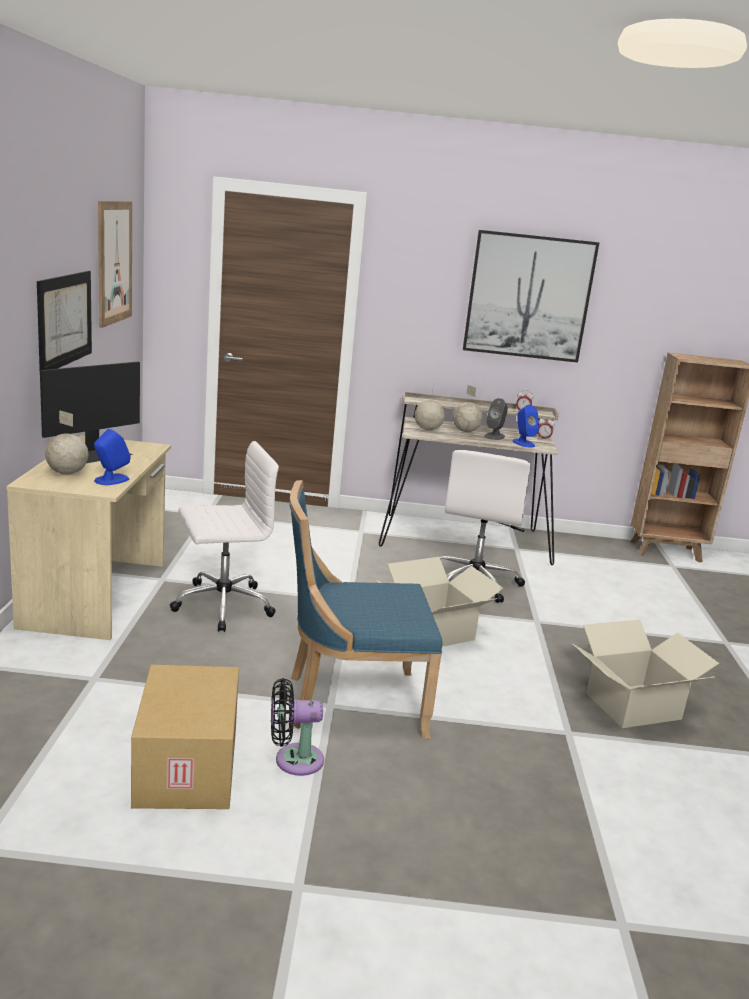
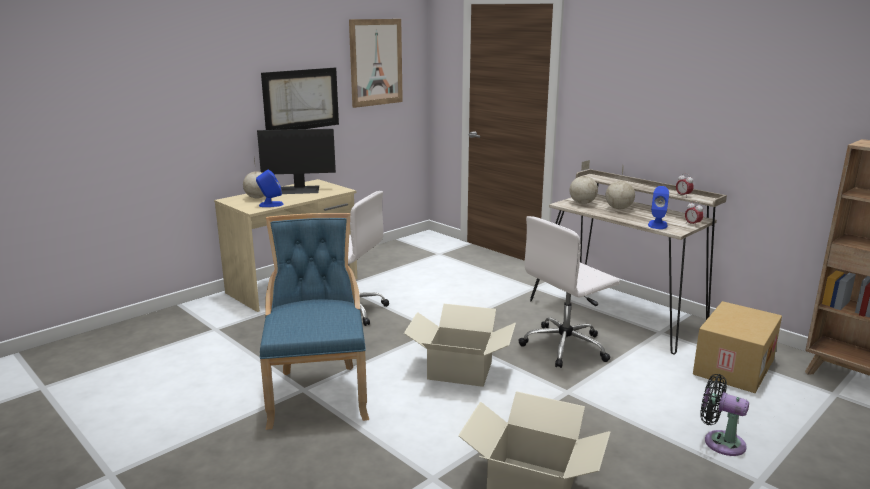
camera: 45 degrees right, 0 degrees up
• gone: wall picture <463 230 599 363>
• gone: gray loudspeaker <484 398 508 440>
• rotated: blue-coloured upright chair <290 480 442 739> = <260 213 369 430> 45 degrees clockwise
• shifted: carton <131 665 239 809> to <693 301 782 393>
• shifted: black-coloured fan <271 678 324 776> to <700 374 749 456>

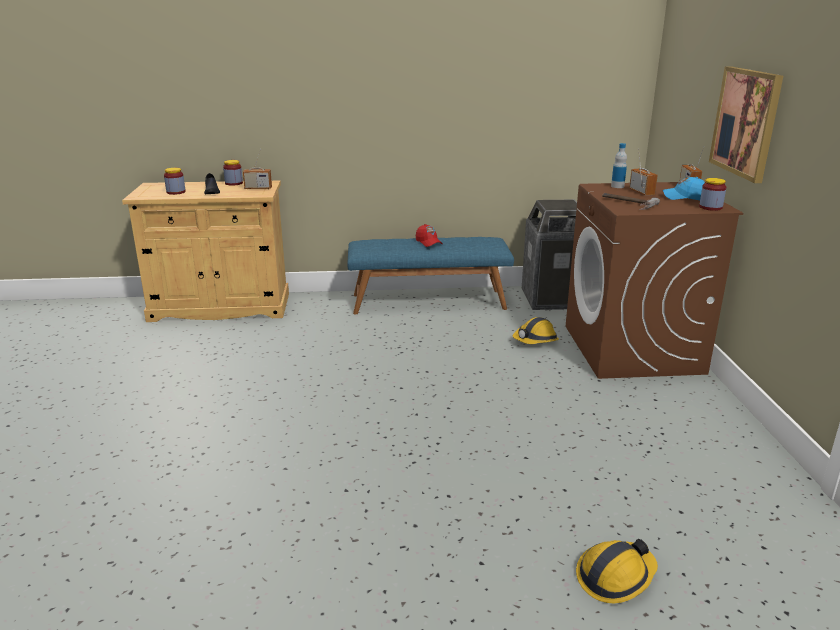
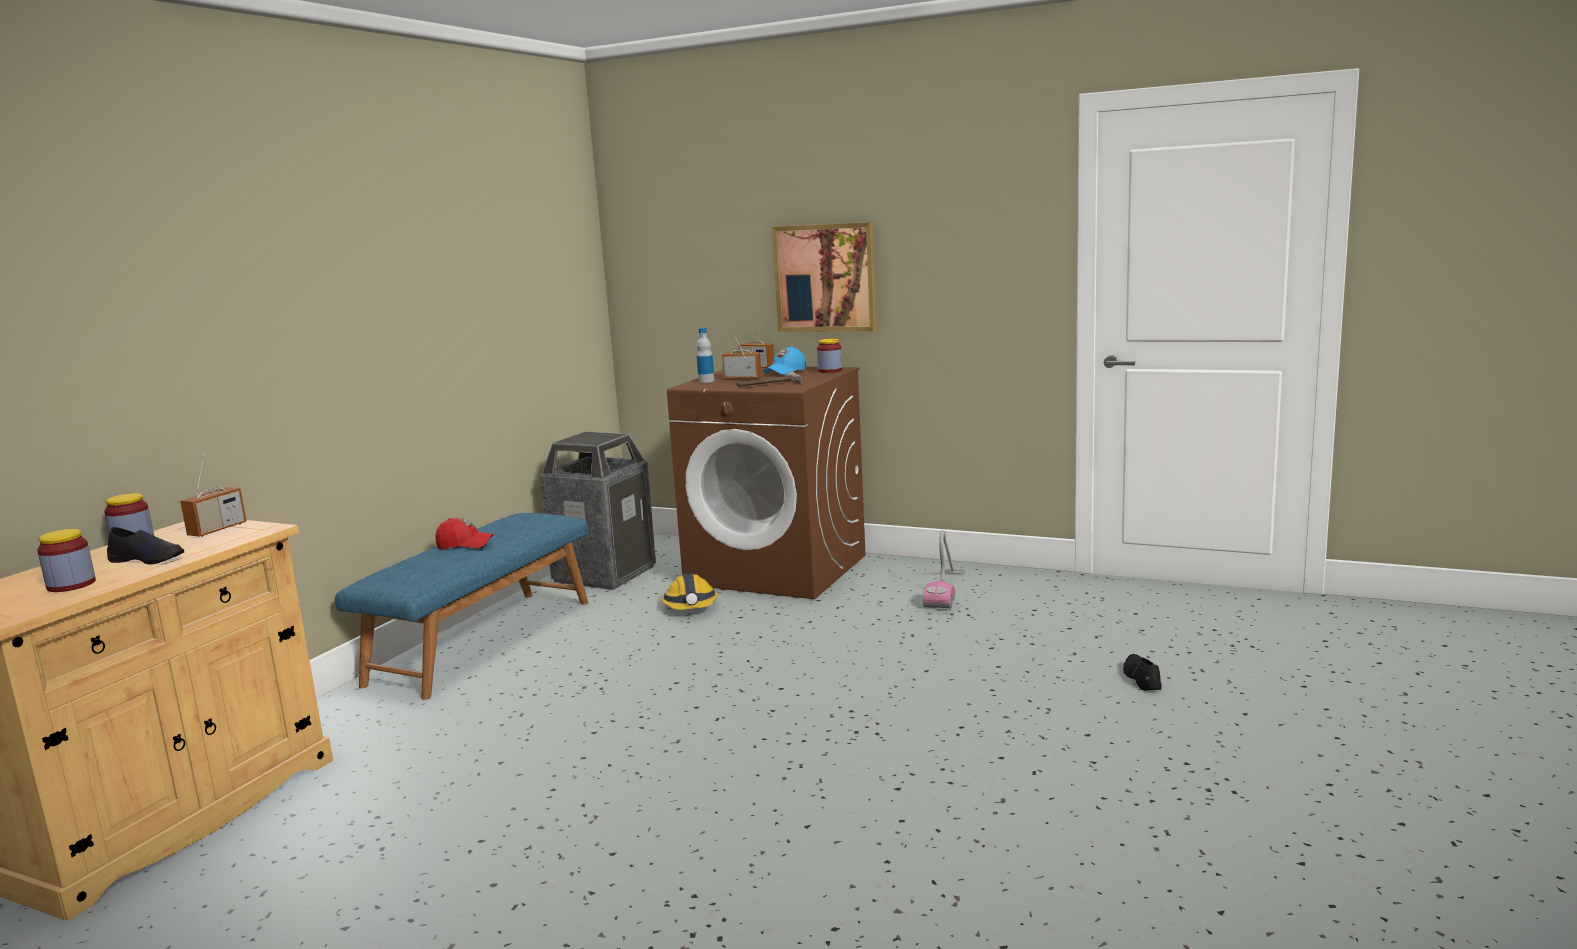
camera: 60 degrees left, 10 degrees down
• swapped: safety helmet <576 539 658 603> to black-coloured low shoe <1123 654 1162 691>
• new: hoover <923 530 965 609>

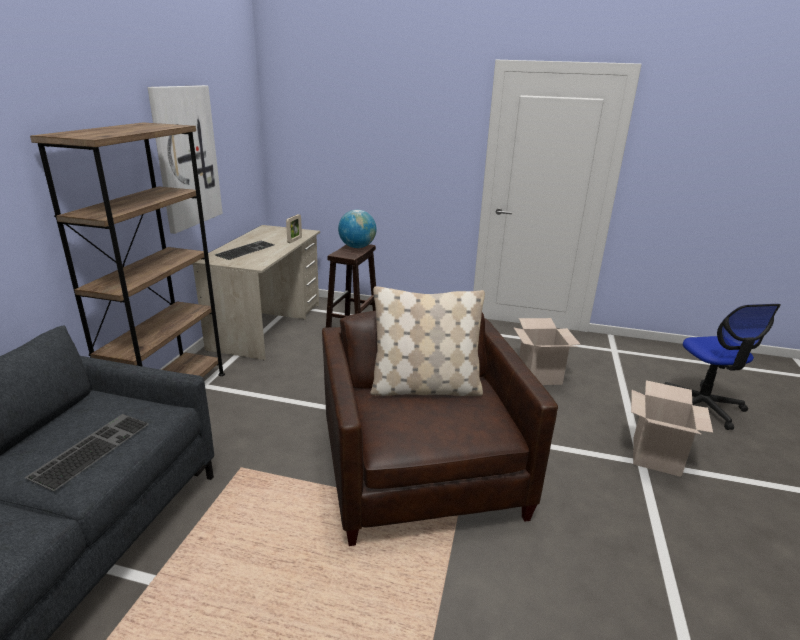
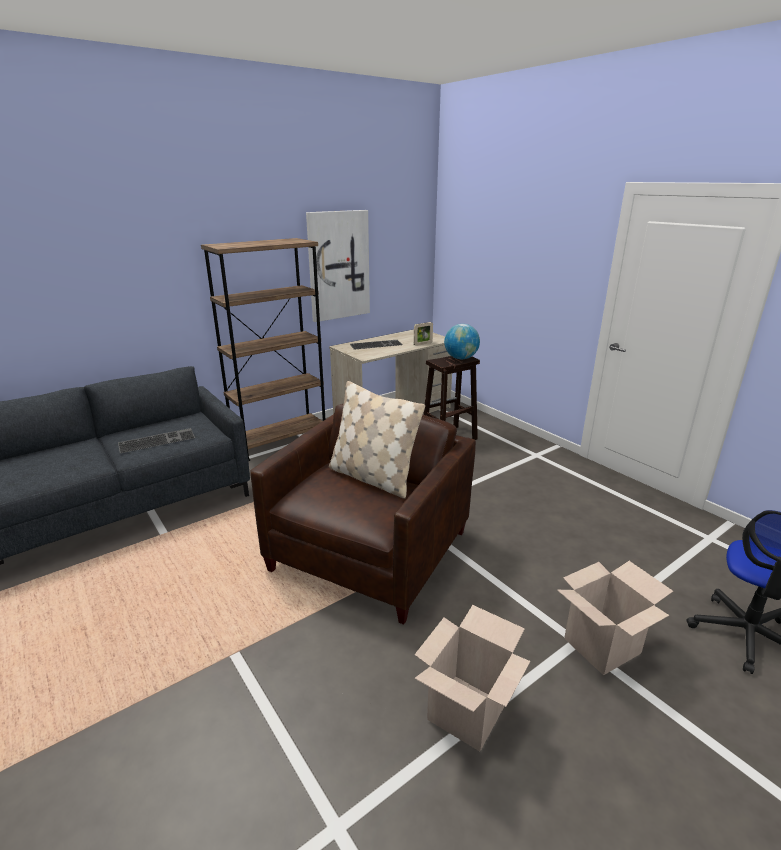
camera: 40 degrees right, 0 degrees up
• shifted: carton <513 318 580 385> to <414 605 530 751>

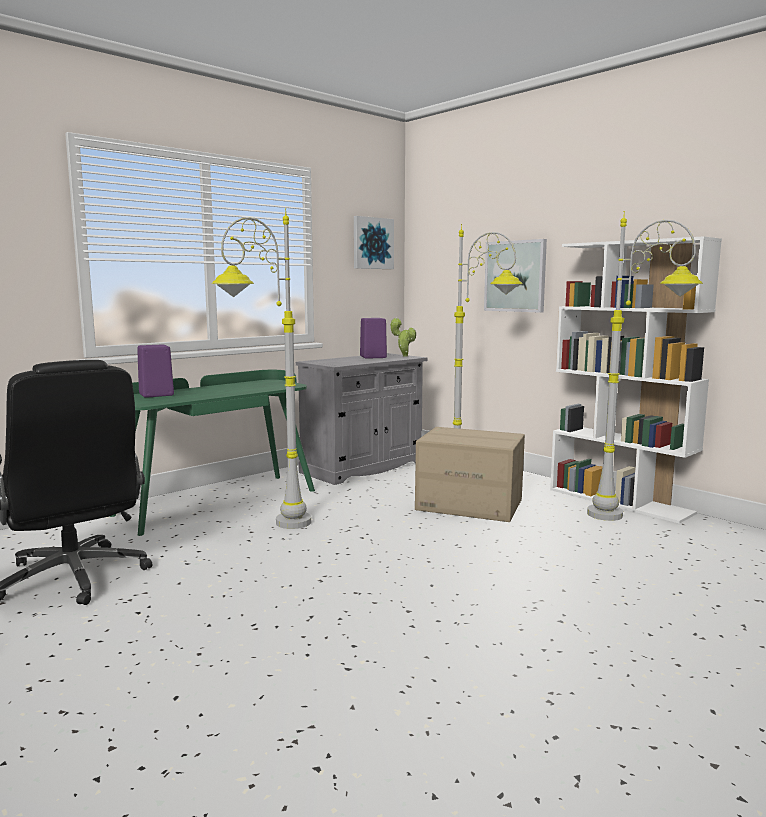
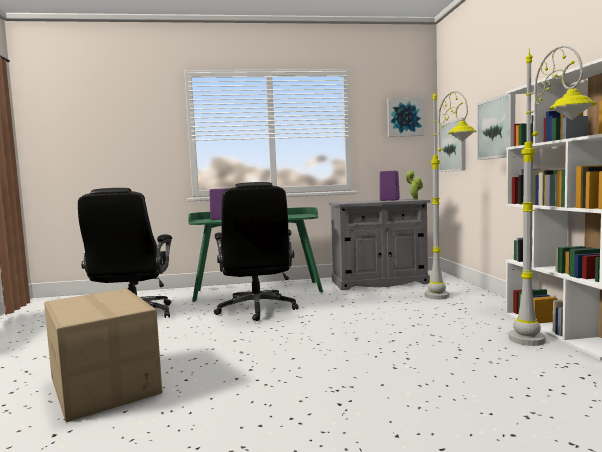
camera: 35 degrees right, 5 degrees down
• swapped: gray standard lamp <212 208 311 529> to black-coloured computer chair <214 182 299 321>
• shifted: carton <415 427 525 522> to <44 288 162 422>
• new: wall picture <438 118 466 172>

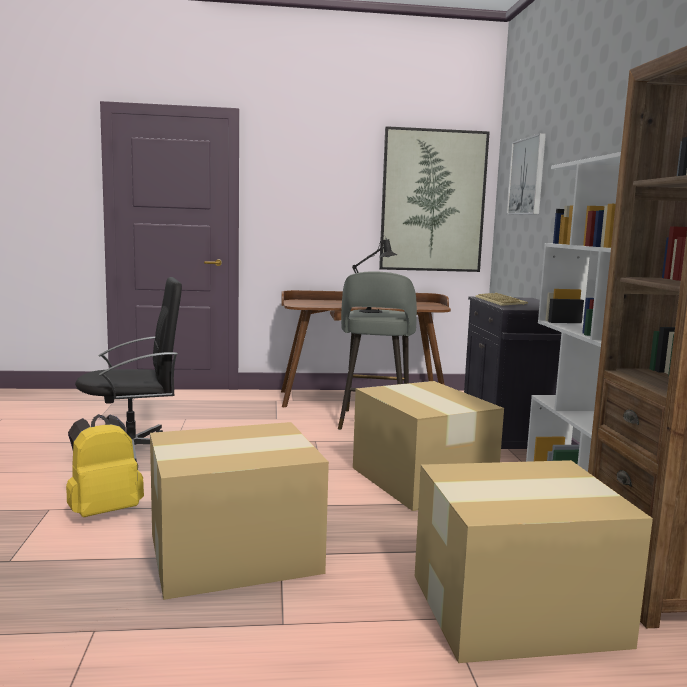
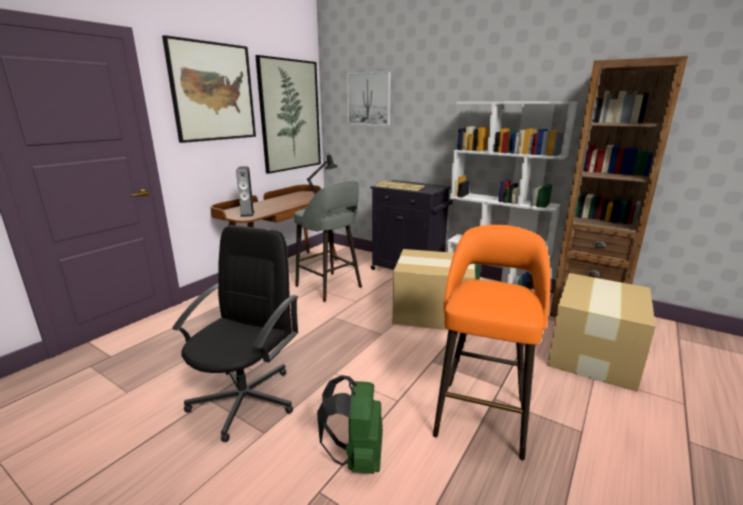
camera: 50 degrees left, 10 degrees up
• repainted: yellow backpack <66 414 144 517> to greenish backpack <317 375 383 474>
• swapped: carton <150 422 329 600> to orange-coloured stool <433 225 550 460>
• new: wall picture <162 35 256 143>
• new: loudspeaker <236 166 255 217>

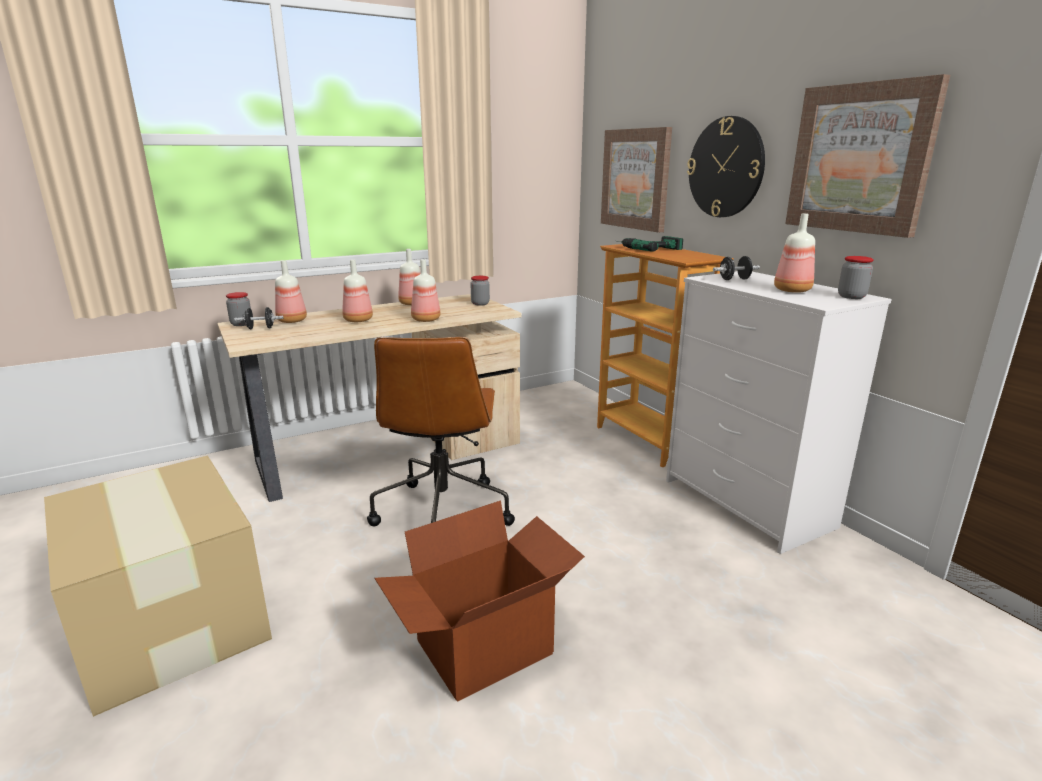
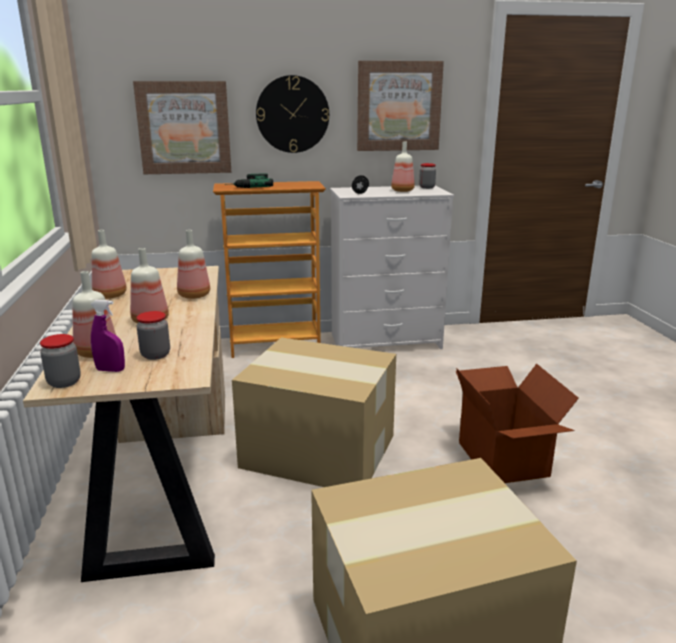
camera: 70 degrees left, 0 degrees up
• shifted: preserve jar <470 276 490 306> to <137 311 170 360>
• swapped: black-coloured free weight <234 307 284 329> to purple hand sprayer <90 300 125 372>
• swapped: brown-coloured computer chair <367 337 515 526> to carton <232 338 396 487>

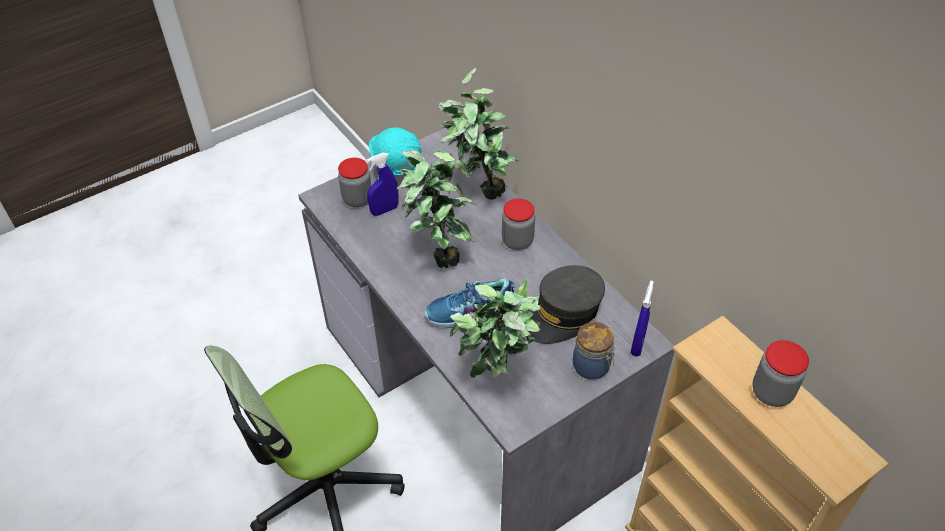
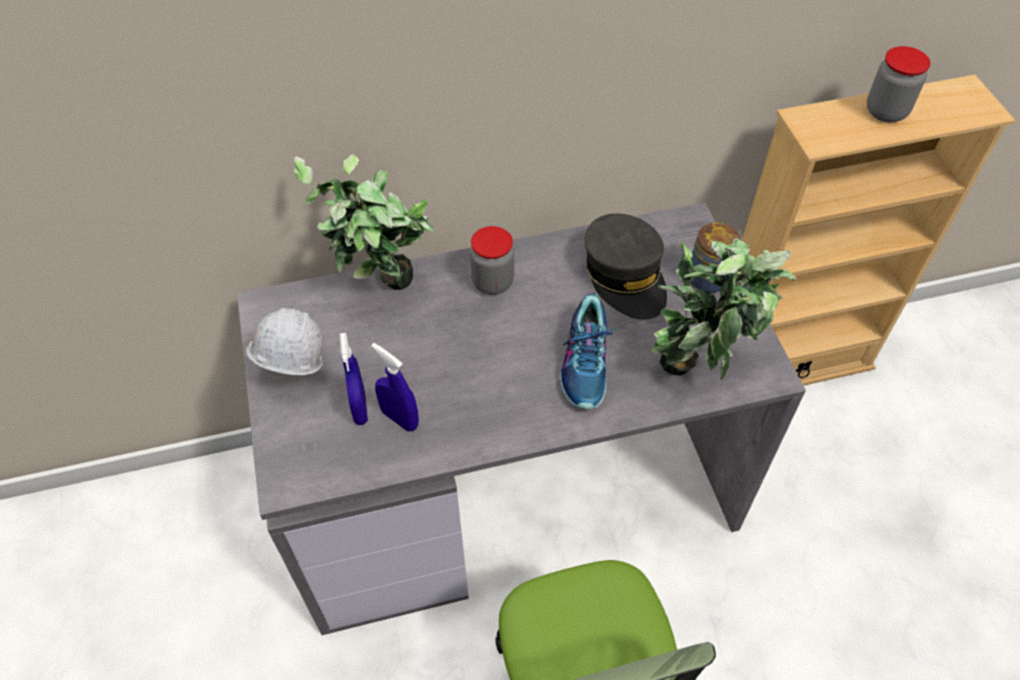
camera: 70 degrees left, 5 degrees up
• repainted: turquoise safety helmet <369 127 422 176> to white-coloured safety helmet <246 308 323 375>
• gone: potted plant <397 131 478 268>
• gone: preserve jar <338 158 371 208>
• shifted: blue-coloured hand sprayer <630 281 654 356> to <371 343 419 432>

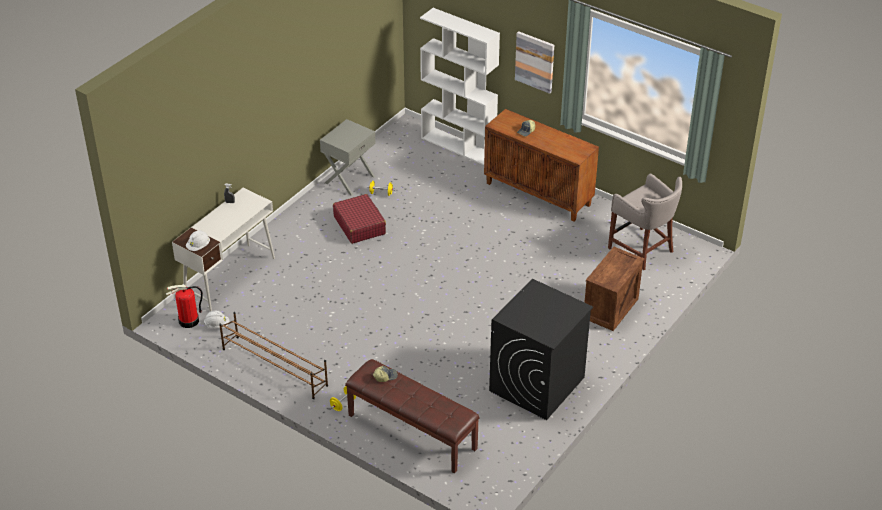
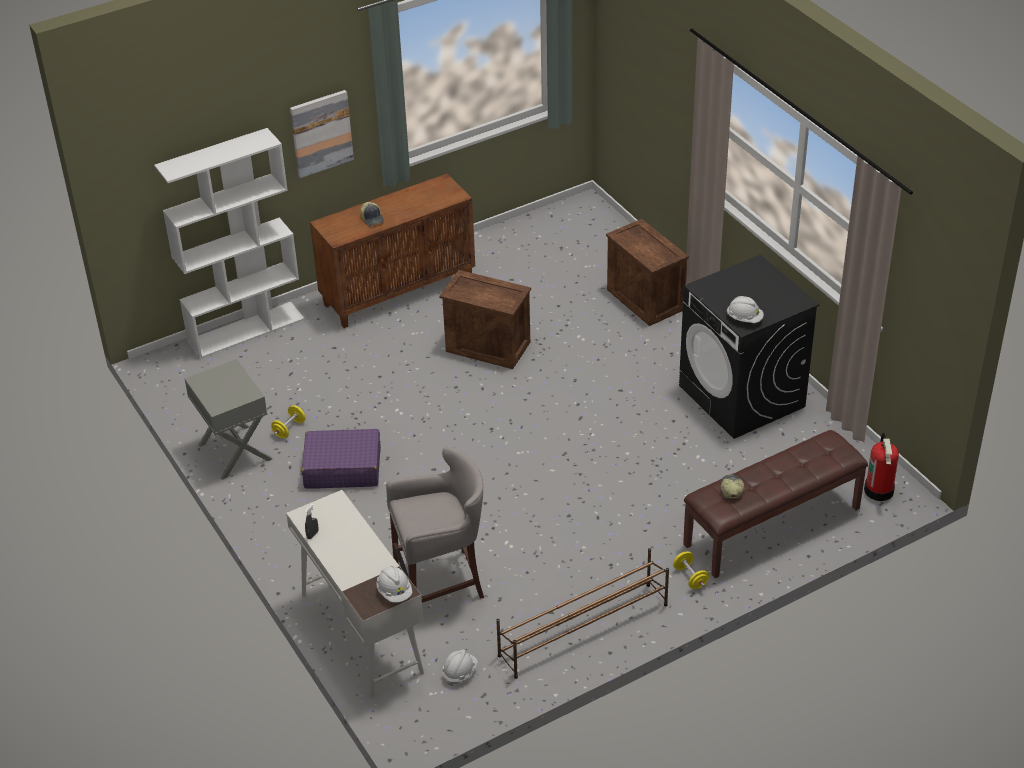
camera: 65 degrees left, 0 degrees up
• shifted: gray stool <608 174 682 270> to <386 446 484 603>
• repainted: red-coloured suitcase <333 194 386 244> to purple suitcase <302 429 381 489>
• shifted: extinguisher <166 285 203 328> to <864 433 899 501>
• new: packing crate <439 270 531 369>
• new: white-coloured safety helmet <726 296 764 323>

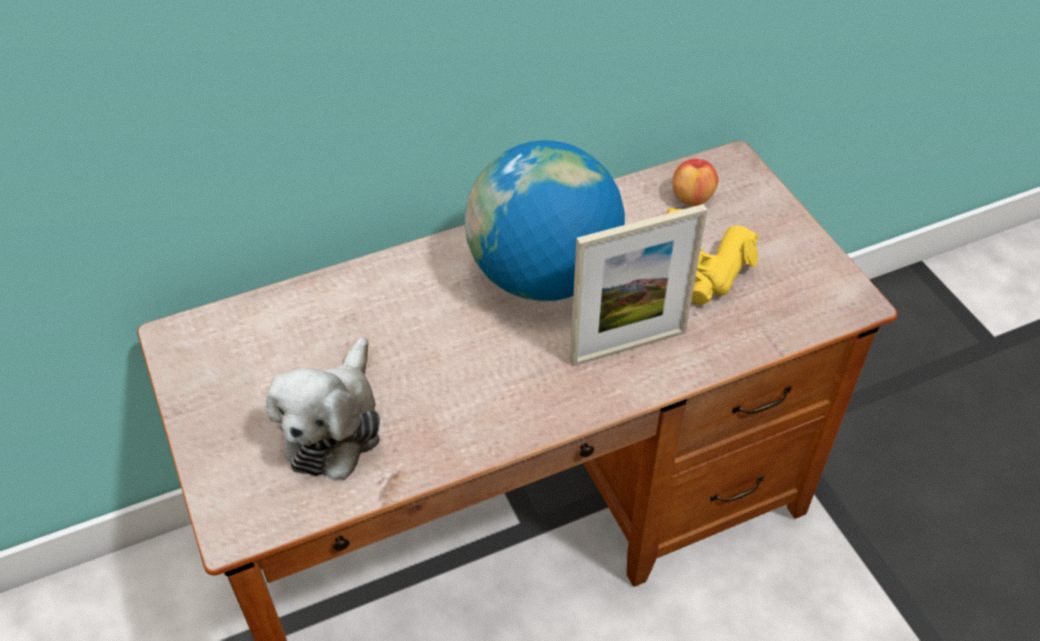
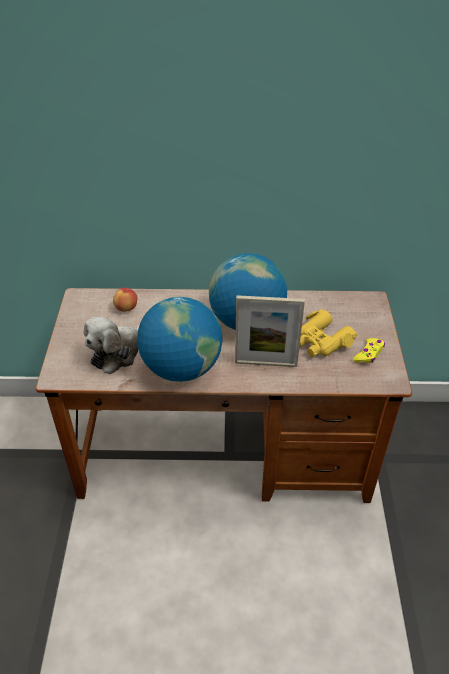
camera: 25 degrees right, 5 degrees down
• shifted: apple <673 159 718 206> to <113 288 137 312>
• new: desk globe <137 297 222 382>
• new: yellow game controller <353 338 385 363>

